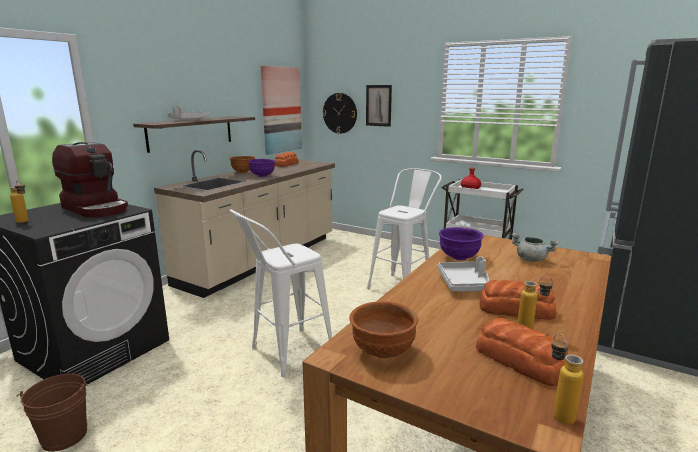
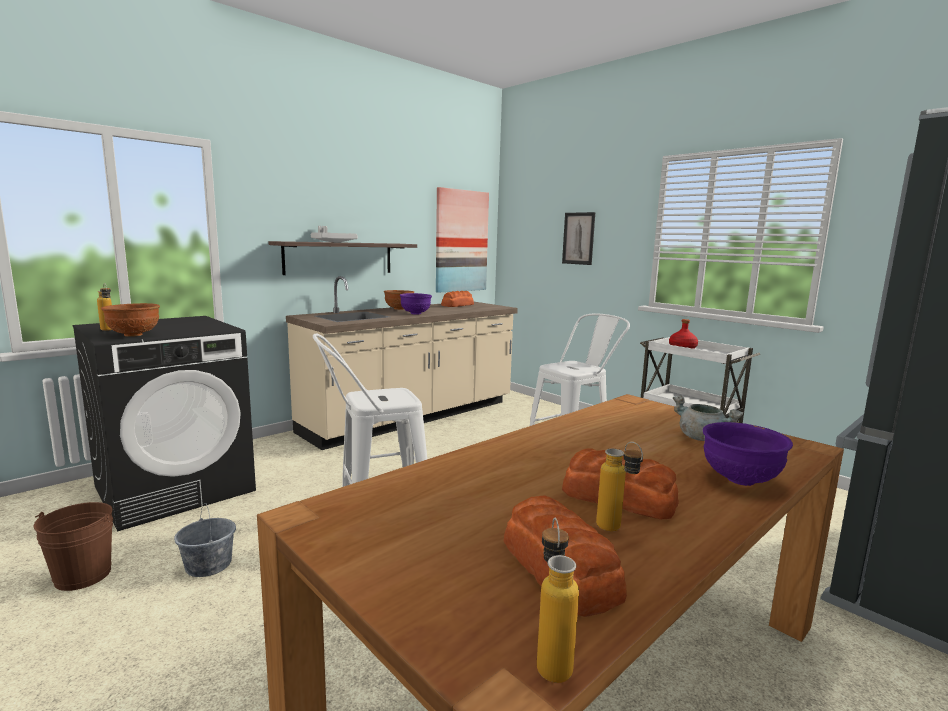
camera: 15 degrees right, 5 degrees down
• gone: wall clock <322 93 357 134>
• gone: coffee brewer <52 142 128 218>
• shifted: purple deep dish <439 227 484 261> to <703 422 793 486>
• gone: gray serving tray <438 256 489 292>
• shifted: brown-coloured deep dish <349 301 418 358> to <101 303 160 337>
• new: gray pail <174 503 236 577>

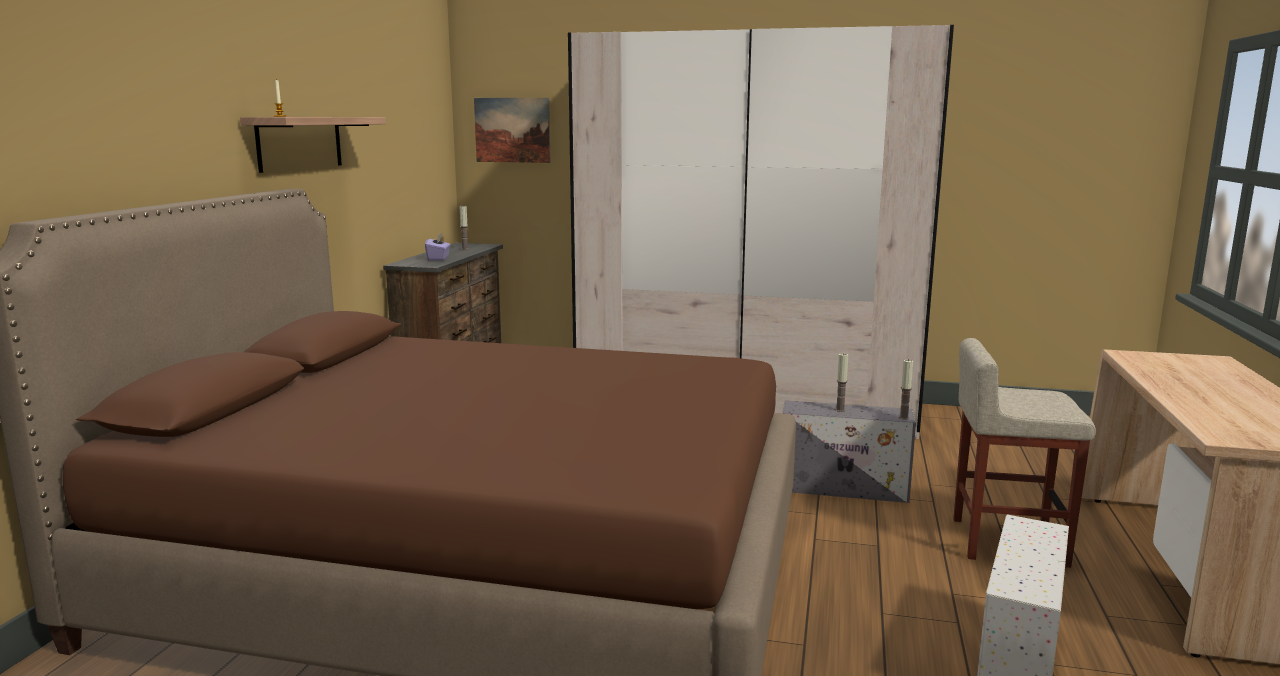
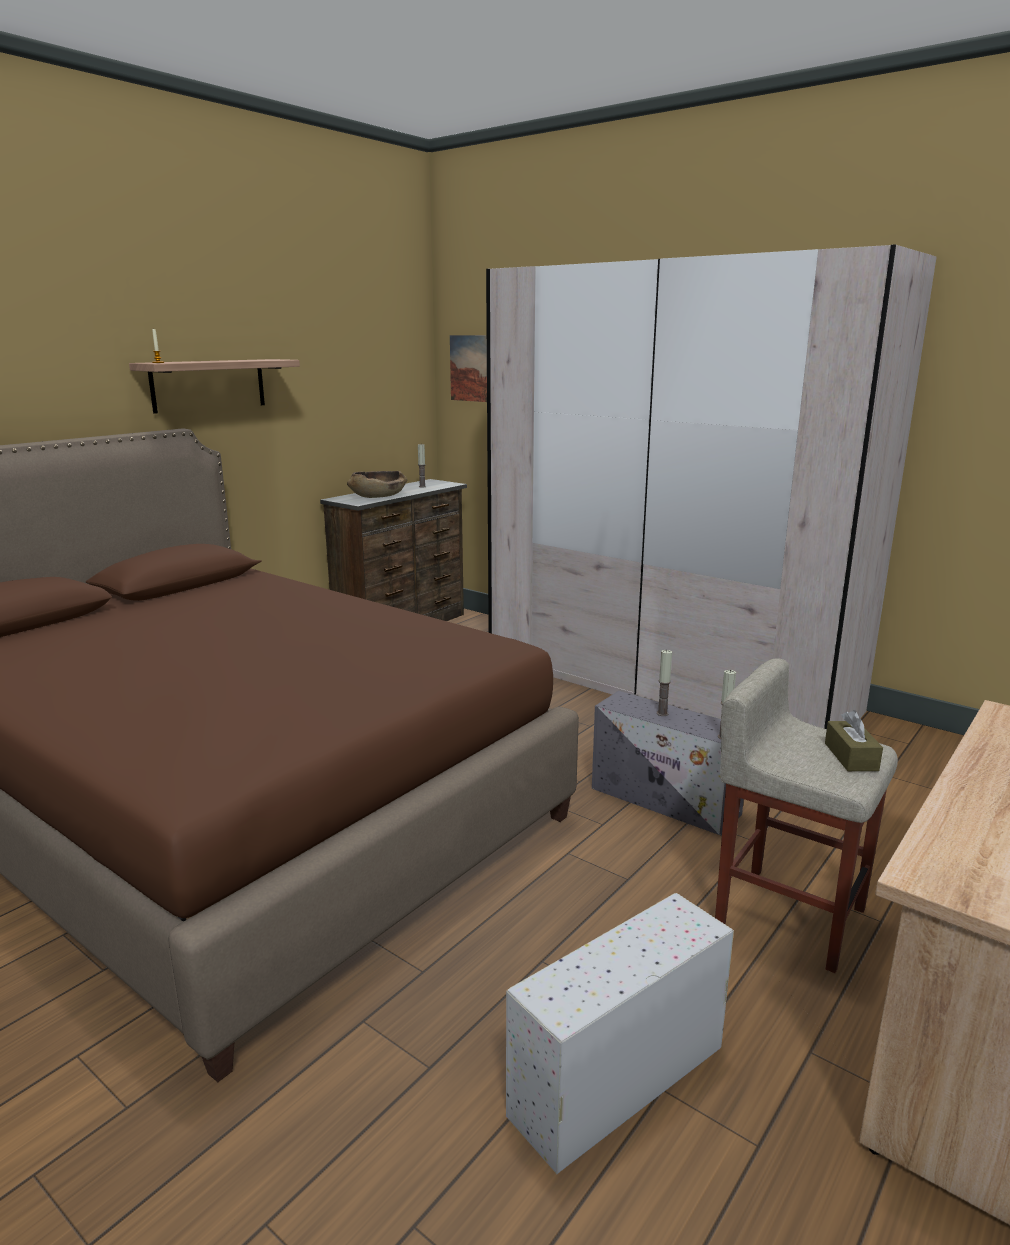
camera: 25 degrees right, 5 degrees up
• swapped: purple tissue box <425 234 450 261> to brown-coloured deep dish <347 471 407 498>
• new: brown-coloured tissue box <825 710 883 771>

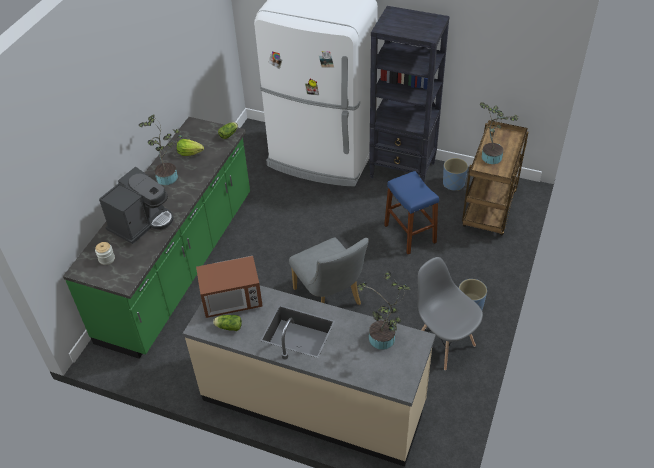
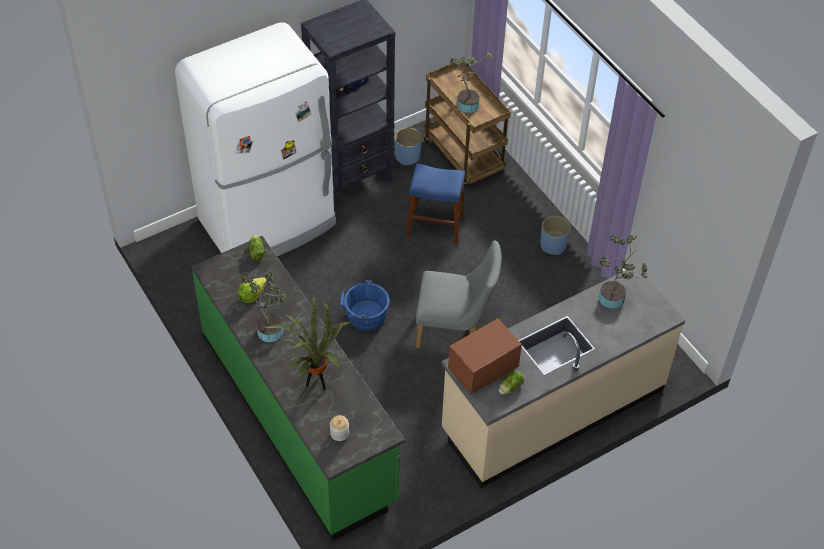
camera: 55 degrees left, 5 degrees up
• swapped: coffee brewer <99 167 174 244> to potted plant <265 294 351 390>
• rotated: microwave <196 256 263 318> = <448 318 522 395> 150 degrees counterclockwise
• gone: gray upright chair <418 257 483 371>
• new: blue-coloured pail <340 280 389 331>

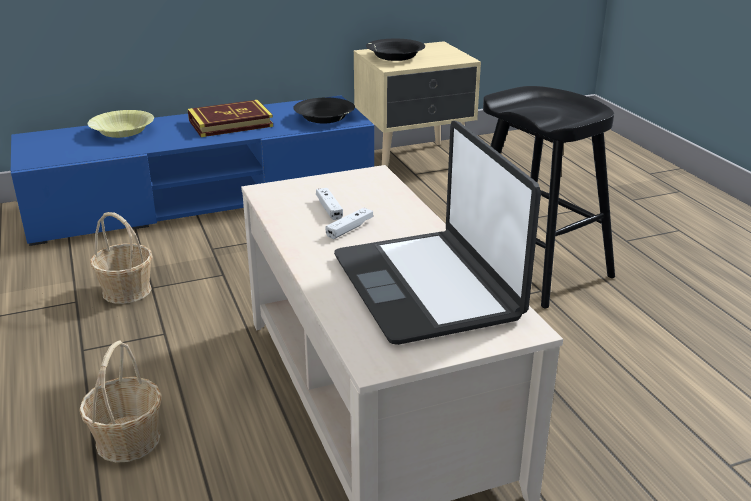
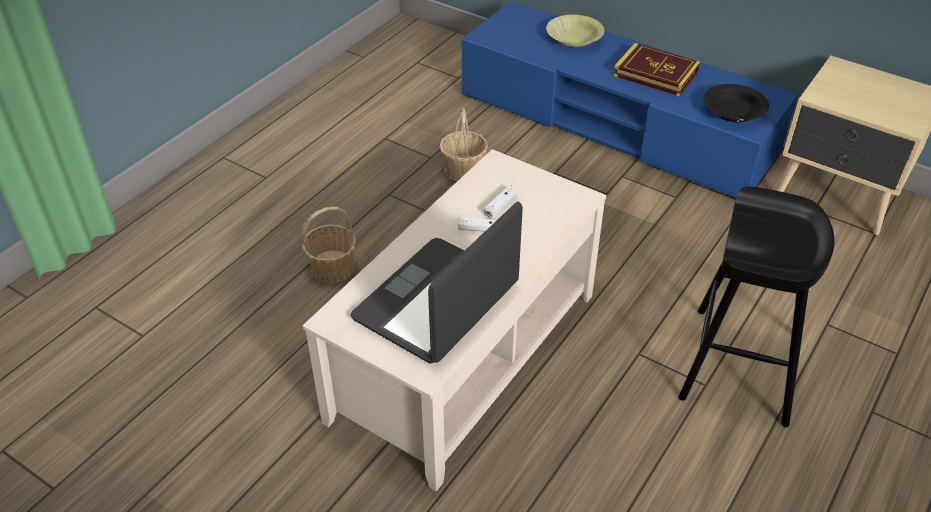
camera: 55 degrees right, 15 degrees up
• gone: black-coloured deep dish <366 39 425 61>

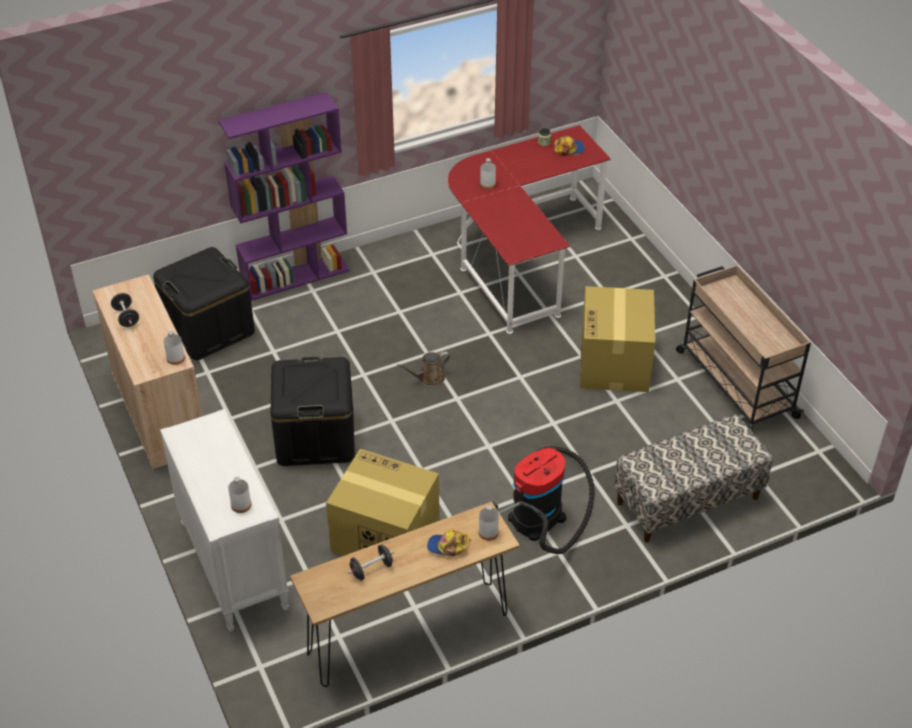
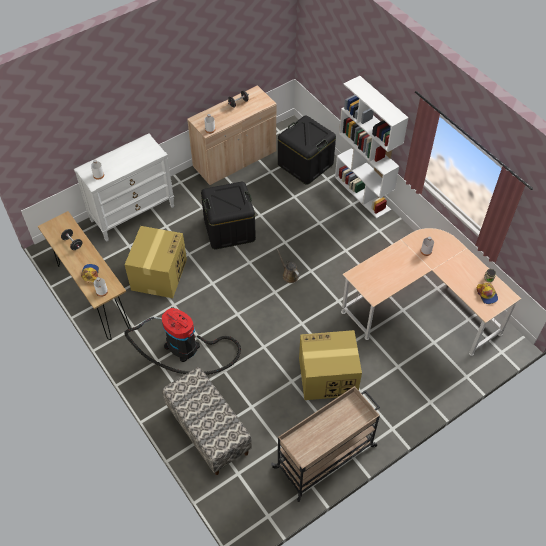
camera: 80 degrees right, 10 degrees up
• repainted: purple bookshelf <218 92 350 301> to white-coloured bookshelf <335 76 408 219>
• repainted: red-coloured desk table <448 125 611 334> to beige desk table <341 228 521 356>

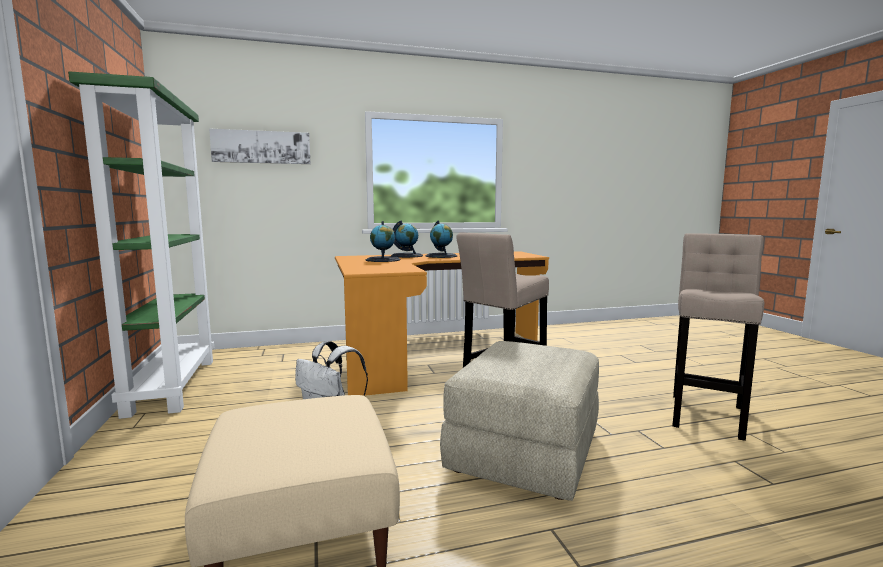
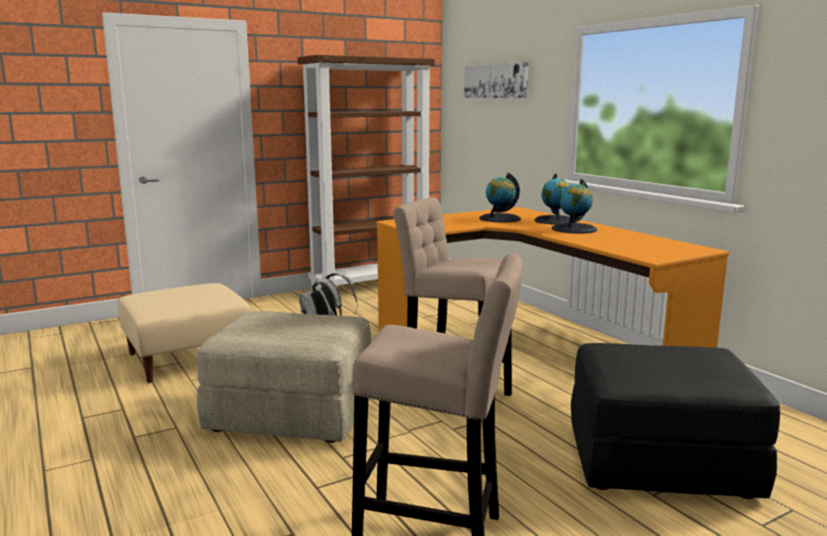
camera: 75 degrees right, 5 degrees up
• repainted: greenish bookshelf <68 71 214 419> to brown-coloured bookshelf <298 55 435 289>
• new: black-coloured ottoman <571 343 780 499>

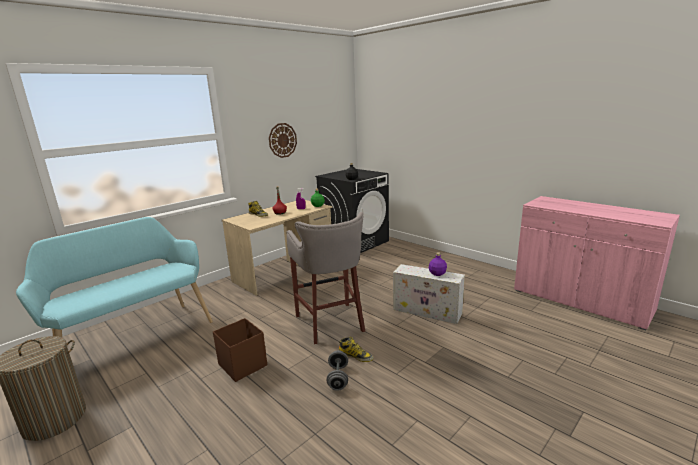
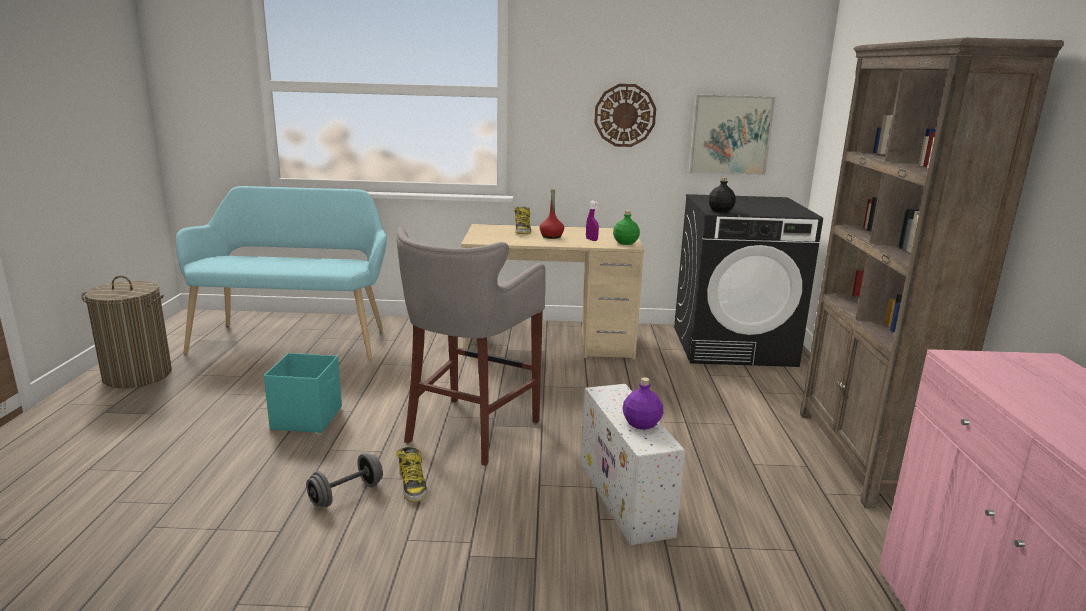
camera: 45 degrees right, 0 degrees up
• repainted: brown-coloured storage container <213 318 267 382> to turquoise storage container <264 353 342 433>
• new: brown-coloured bookshelf <800 38 1064 508>
• new: wall picture <689 94 775 175>

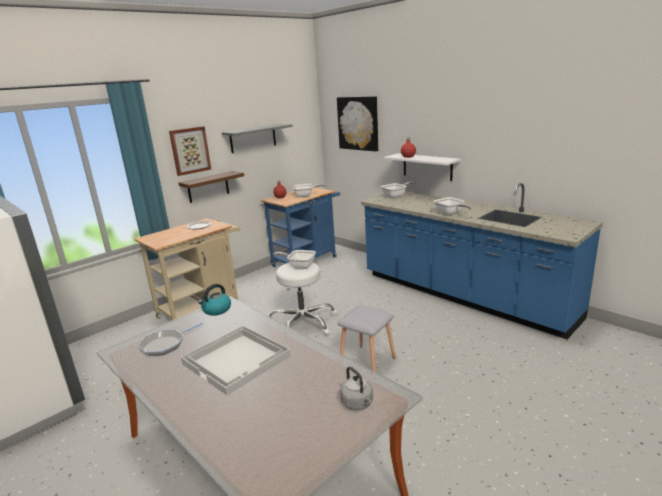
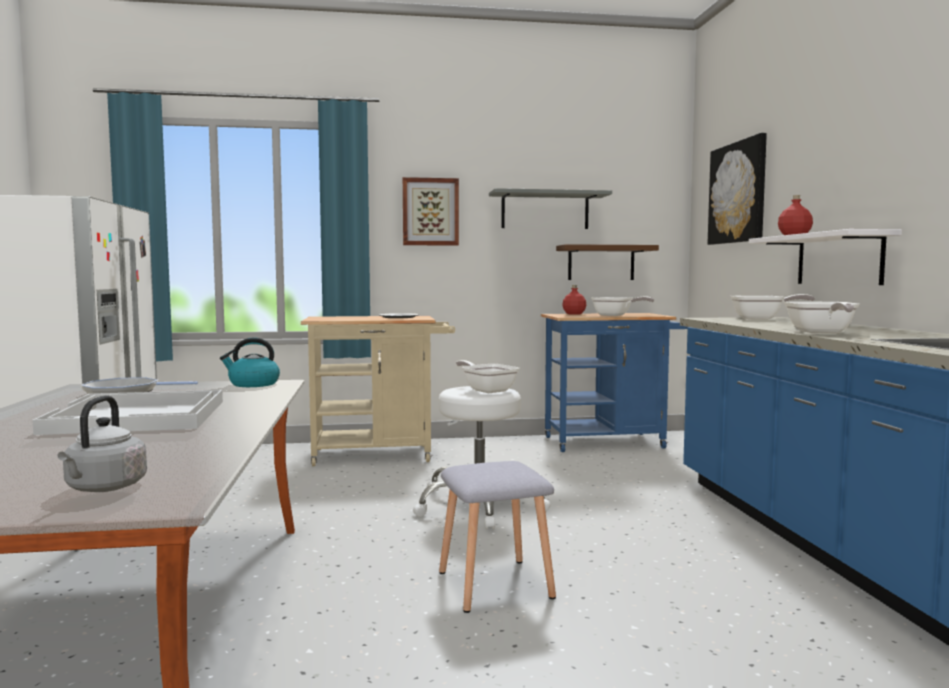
camera: 35 degrees right, 15 degrees down
• shifted: brown-coloured wall shelf <179 171 244 203> to <556 244 659 280>

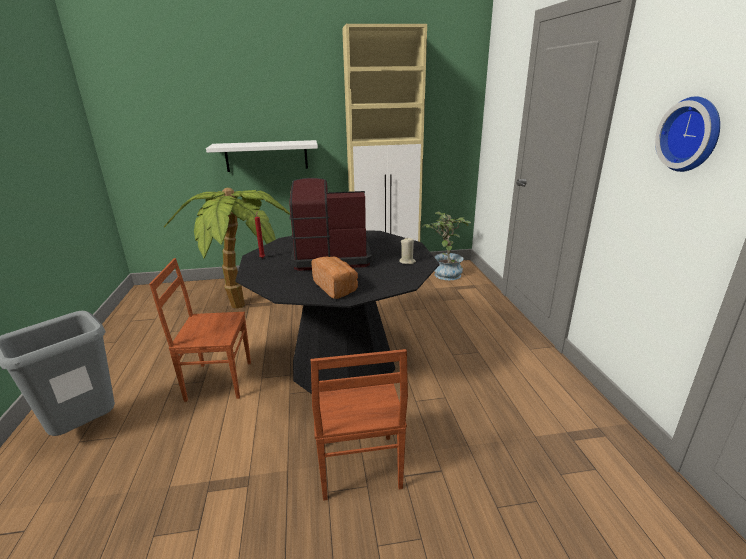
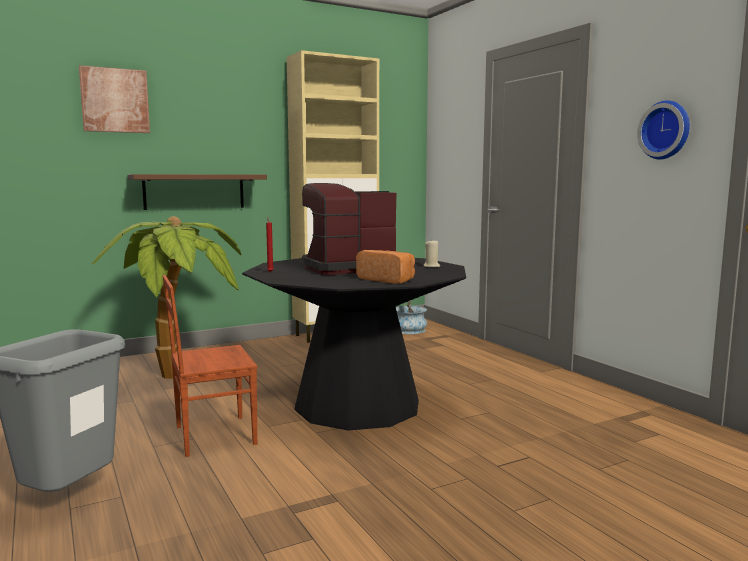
camera: 20 degrees left, 15 degrees down
• repainted: white-coloured wall shelf <206 140 318 172> to brown-coloured wall shelf <127 174 267 210>
• gone: brown-coloured upright chair <311 349 408 501>
• new: wall picture <79 65 150 133>

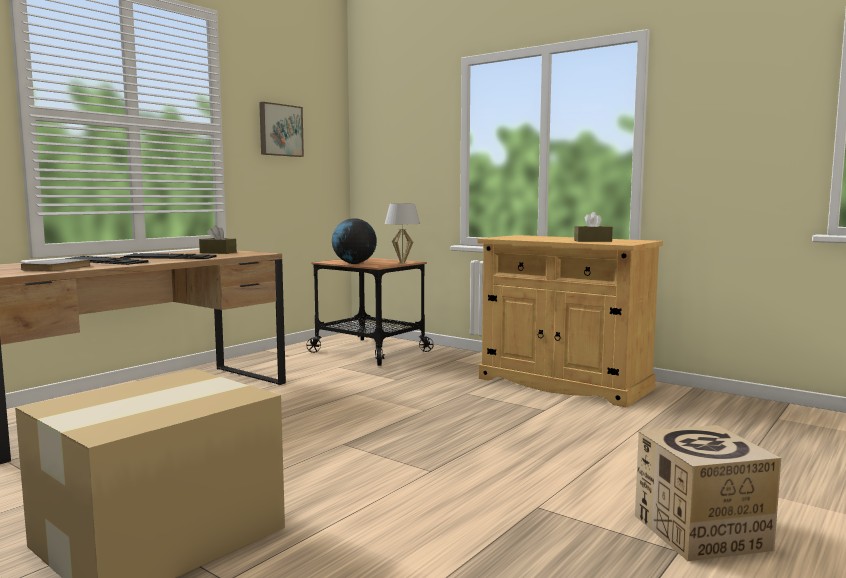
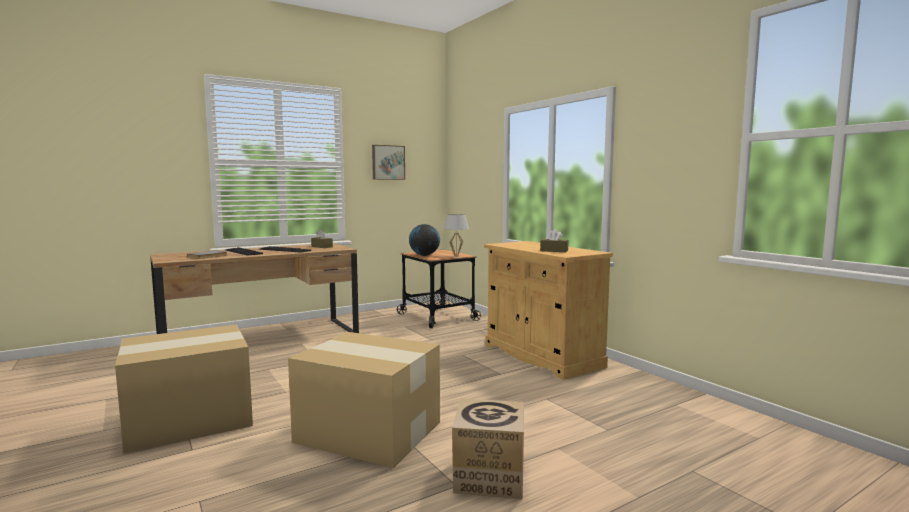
camera: 20 degrees right, 0 degrees up
• new: carton <288 332 440 468>

